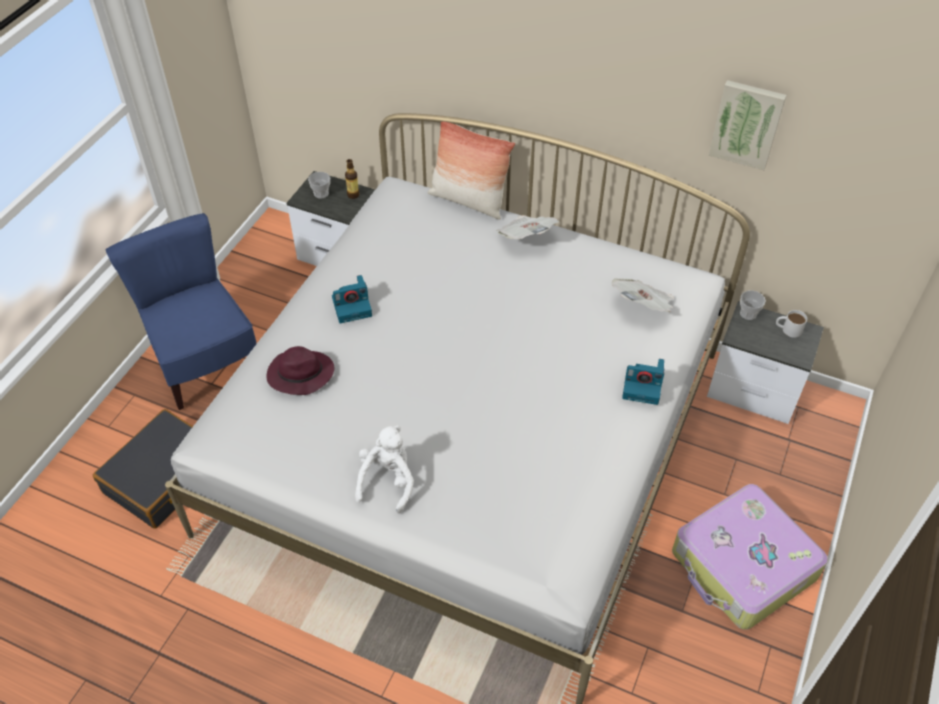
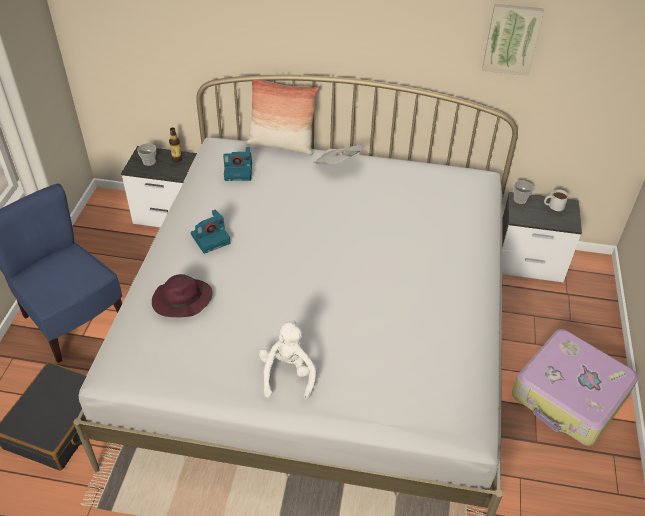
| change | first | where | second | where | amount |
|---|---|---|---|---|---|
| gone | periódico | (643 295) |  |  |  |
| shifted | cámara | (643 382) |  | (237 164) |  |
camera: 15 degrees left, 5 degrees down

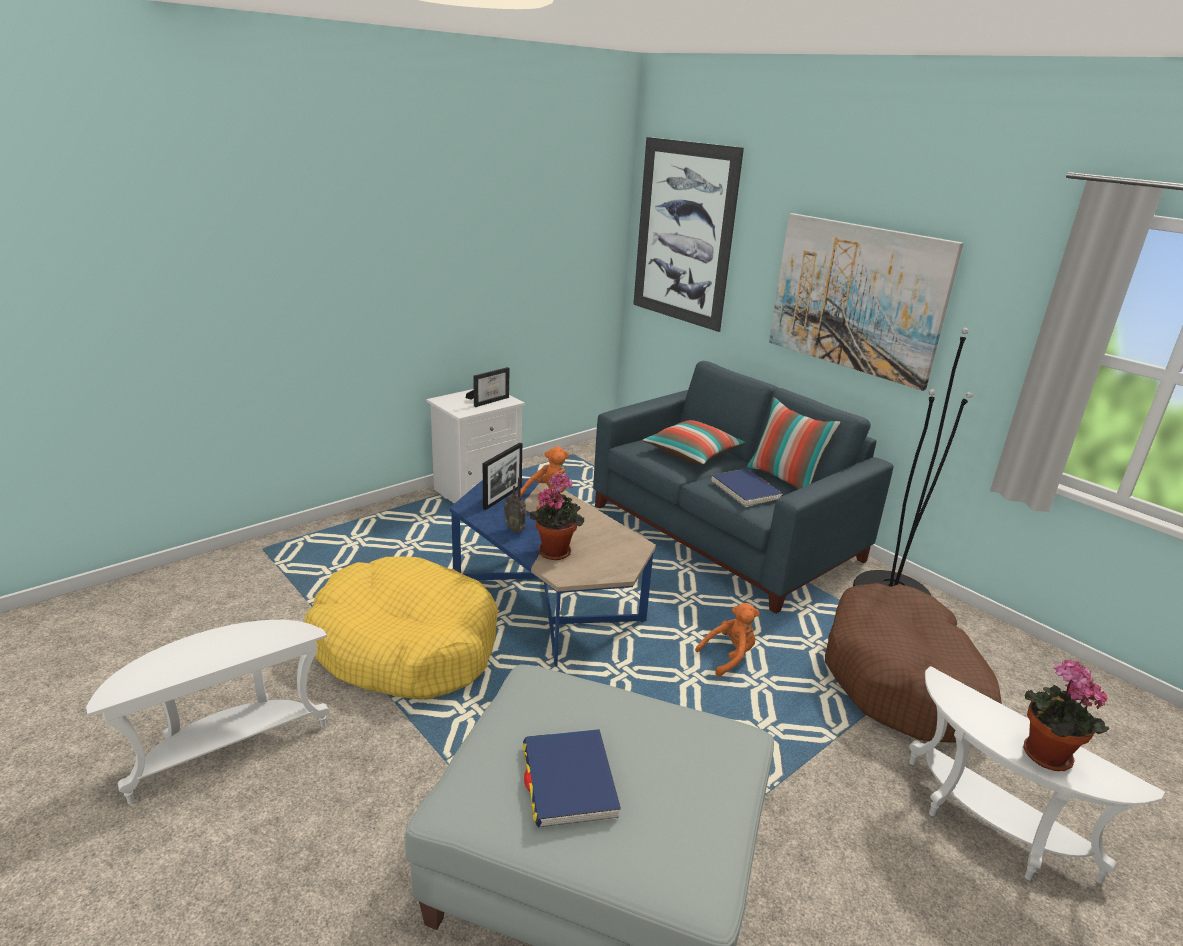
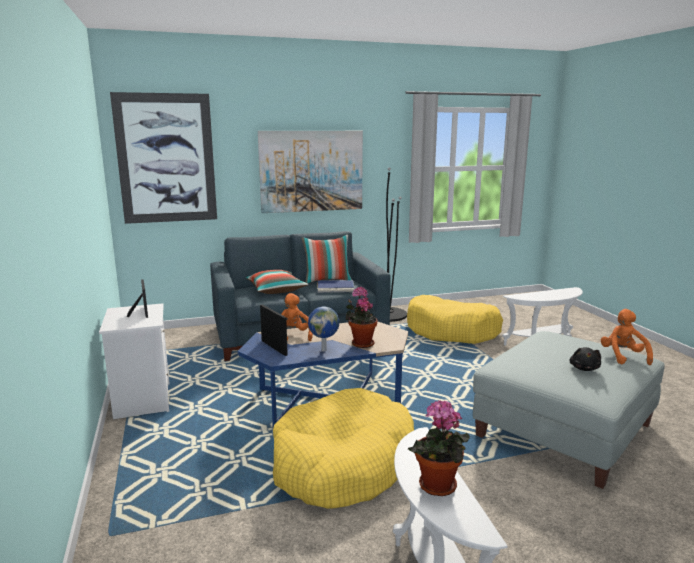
| change | first | where | second | where | amount |
|---|---|---|---|---|---|
| swapped | radio | (515 505) | globo terráqueo | (323 329) |  |
| swapped | libro (azul) | (572 778) | peluche (negro) | (585 359) |  |
| shifted | peluche (naranja) | (727 639) |  | (627 337) |  |
| repainted | cama para perro (marrón) | (913 663) | cama para perro (amarillo) | (455 319) |  |
| shifted | planta en maceta | (1066 715) |  | (439 448) |  |
camera: 65 degrees left, 10 degrees down

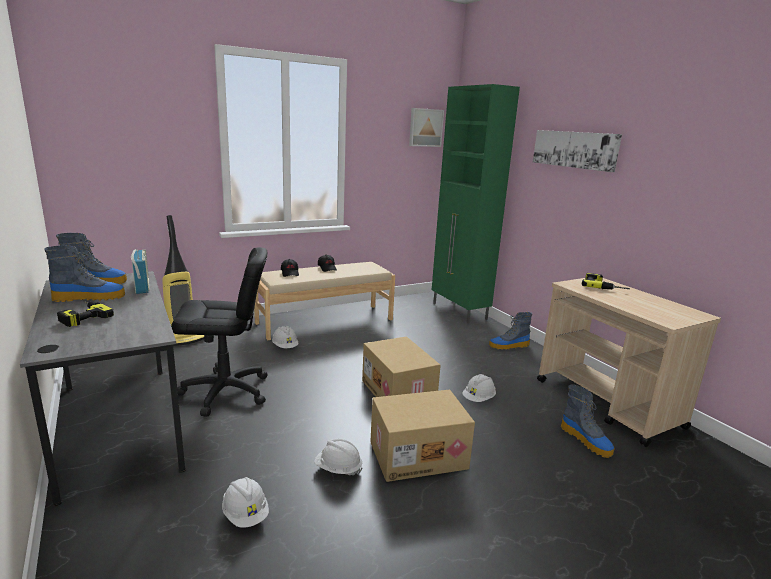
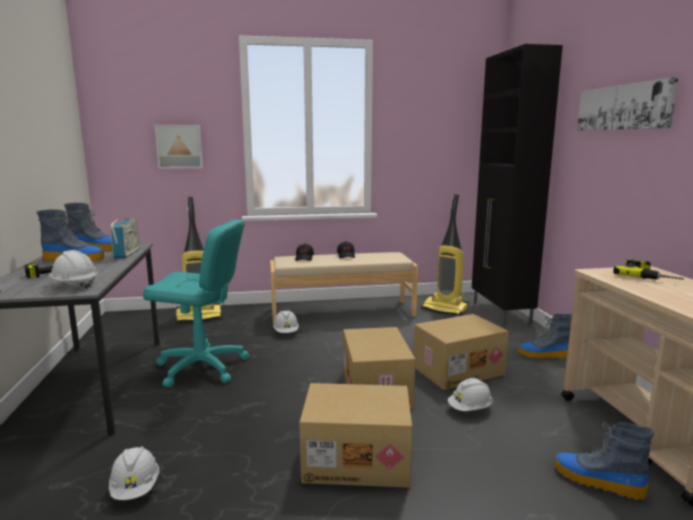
| change | first | where | second | where | amount |
|---|---|---|---|---|---|
| repainted | silla de oficina (negro) | (219 332) | silla de oficina (turquesa) | (196 303) |  |
| shifted | casco (blanco) | (338 457) |  | (73 269) |  |
| shifted | cuadro | (426 127) |  | (179 147) |  |
| repainted | armario (verde) | (476 203) | armario (negro) | (517 185) |  |
| rotated | bota | (588 421) |  | (604 461) | 135 degrees clockwise |
| new |  |  | caja de cartón | (461 352) |  |
| new |  |  | aspiradora | (445 255) |  |
camera: 20 degrees right, 5 degrees down

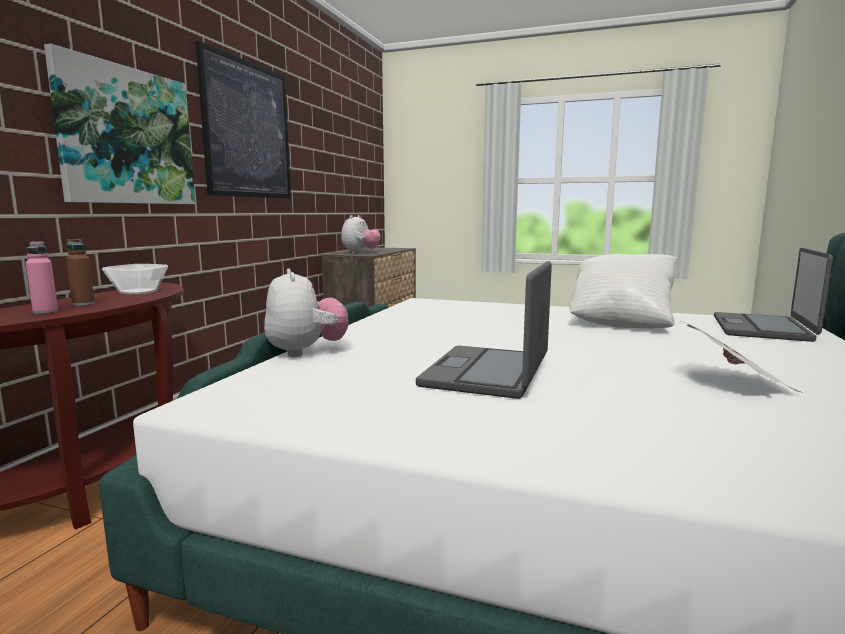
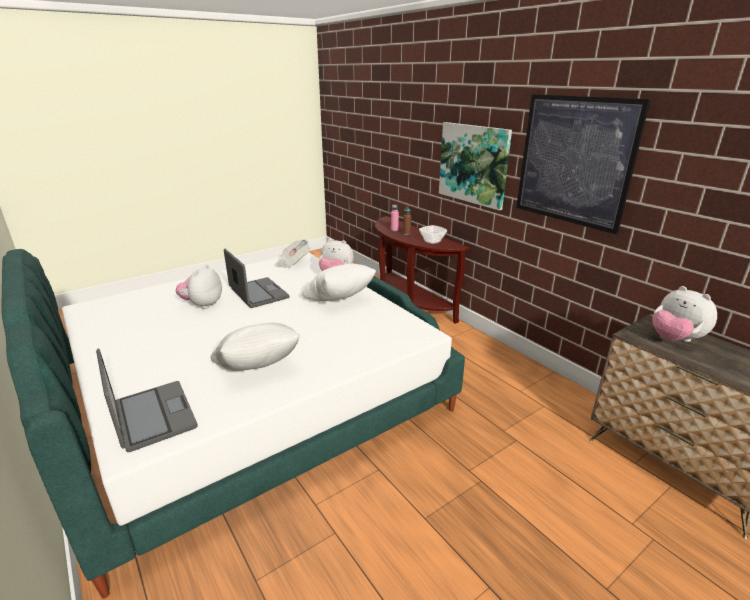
| change | first | where | second | where | amount |
|---|---|---|---|---|---|
| shifted | periódico | (743 357) |  | (292 254) |  |
| new |  |  | peluche | (199 287) |  |
| new |  |  | cojín (blanco) | (339 282) |  |
camera: 125 degrees right, 15 degrees up

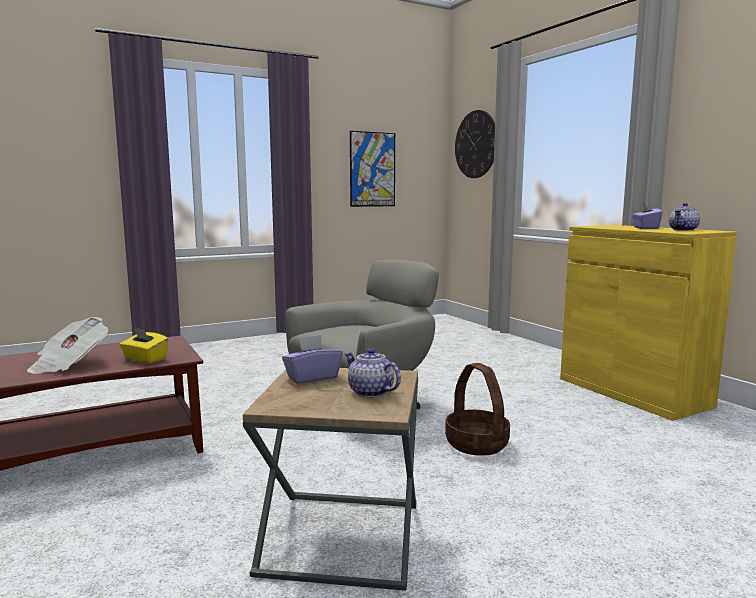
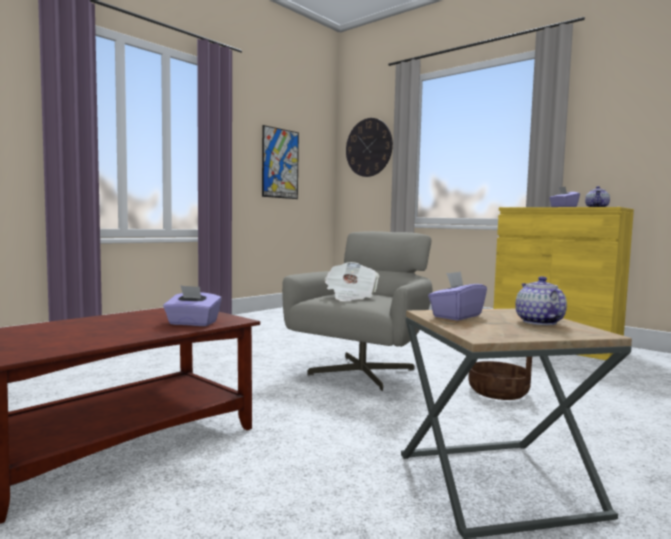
| change | first | where | second | where | amount |
|---|---|---|---|---|---|
| shifted | periódico | (67 345) |  | (351 281) |  |
| repainted | caja de pañuelos (amarillo) | (144 345) | caja de pañuelos (morado) | (192 305) |  |
| rotated | tetera | (372 373) |  | (541 300) | 60 degrees clockwise |
camera: 20 degrees left, 5 degrees down

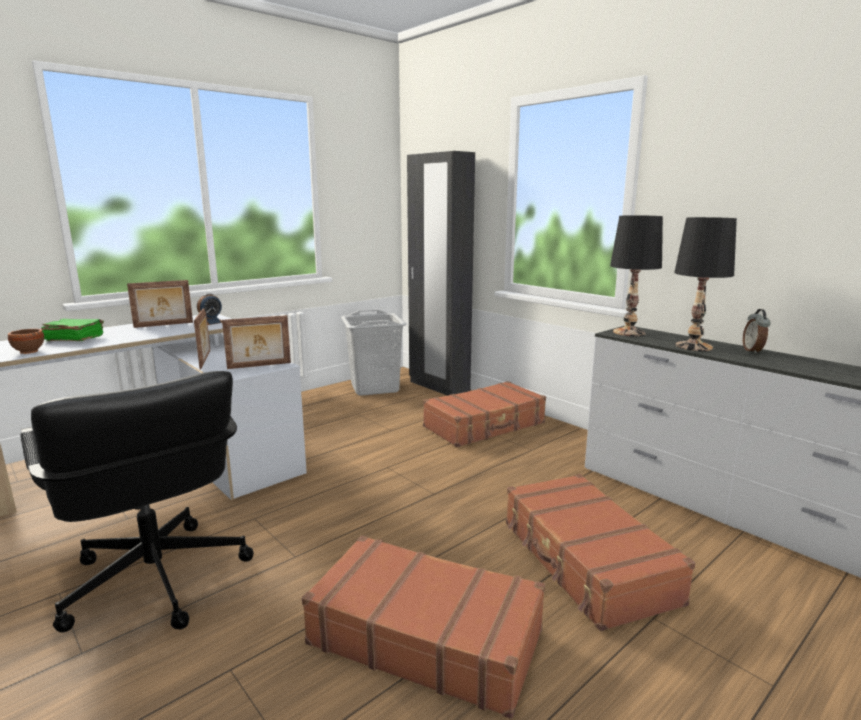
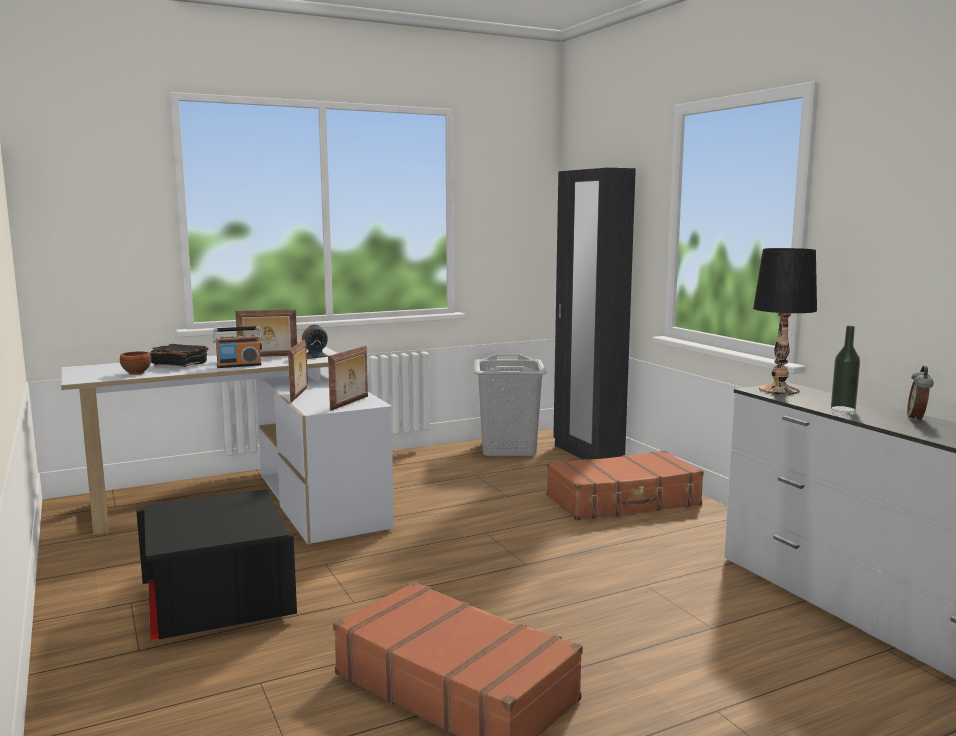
| change | first | where | second | where | amount |
|---|---|---|---|---|---|
| swapped | silla de oficina (negro) | (137 501) | caja de almacenaje (negro) | (216 565) |  |
| repainted | libro (verde) | (72 329) | libro (negro) | (179 355) |  |
| rotated | portarretratos | (256 342) |  | (348 378) | 60 degrees counterclockwise |
| gone | maleta (marrón) | (600 552) |  |  |  |
| swapped | lámpara de mesa (negro) | (705 284) | botella | (845 369) |  |
| new |  |  | radio | (237 347) |  |
camera: 15 degrees right, 5 degrees down

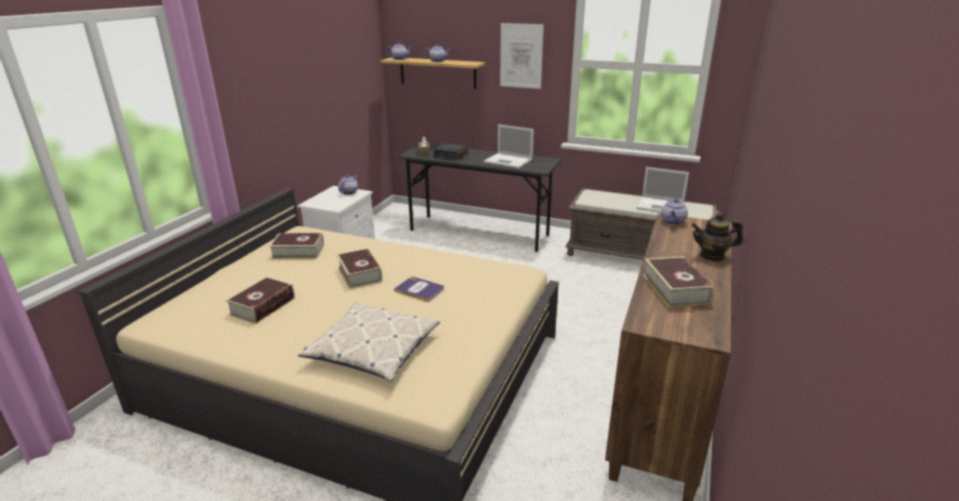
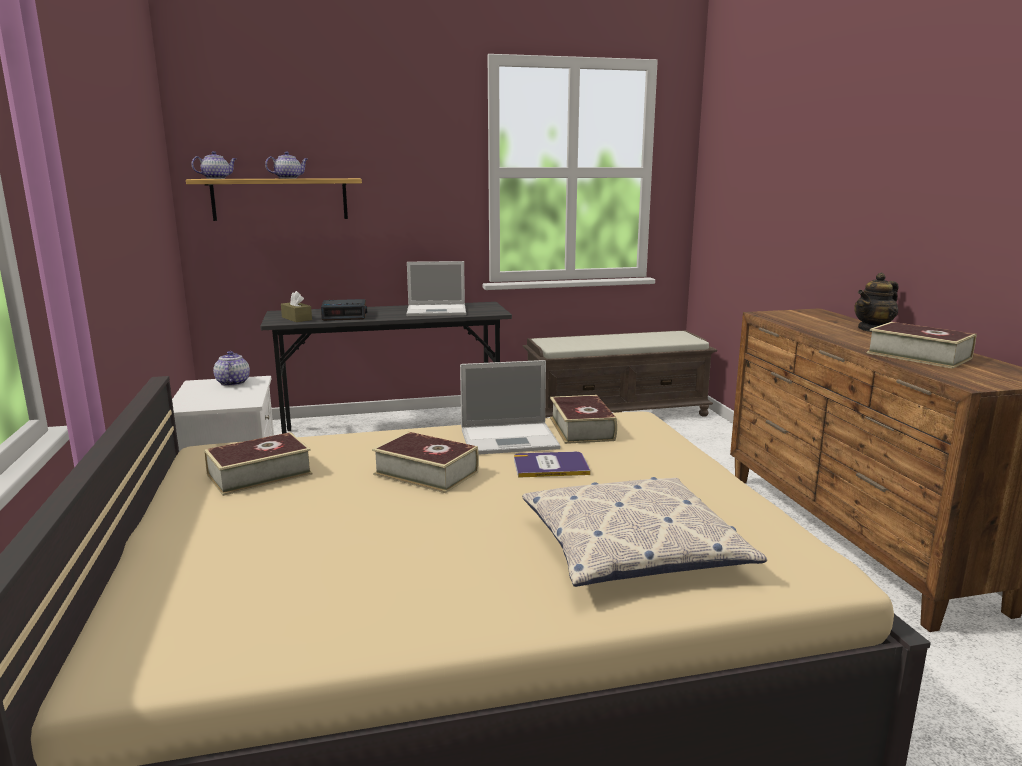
| change | first | where | second | where | amount |
|---|---|---|---|---|---|
| shifted | libro | (260 300) |  | (583 419) |  |
| gone | cuadro | (522 56) |  |  |  |
| shifted | portátil | (662 189) |  | (510 407) |  |
| gone | tetera | (674 211) |  |  |  |
camera: 35 degrees left, 10 degrees down

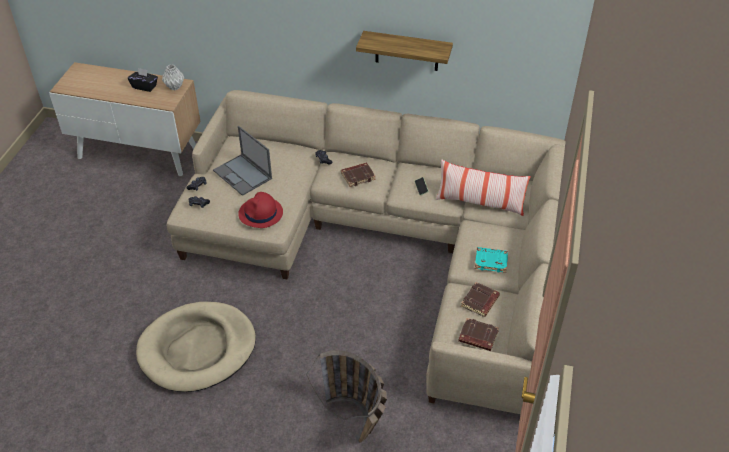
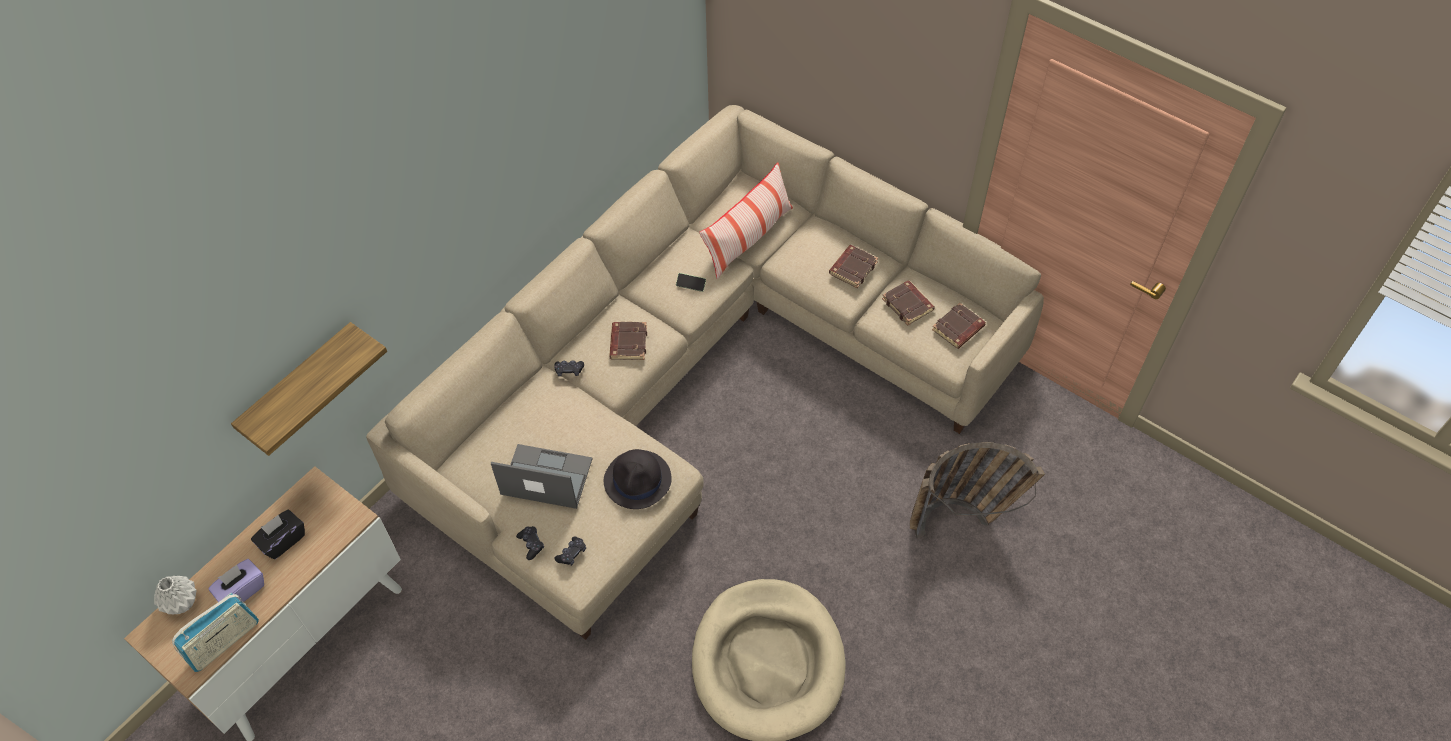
| change | first | where | second | where | amount |
|---|---|---|---|---|---|
| shifted | florero (gris) | (173 77) |  | (175 595) |  |
| rotated | portátil | (242 161) |  | (542 476) | 150 degrees counterclockwise |
| repainted | sombrero (rojo) | (260 210) | sombrero (negro) | (638 479) |  |
| shifted | estante | (404 51) |  | (309 389) |  |
| repainted | libro (turquesa) | (491 260) | libro (marrón) | (853 266) |  |
| new |  |  | radio | (215 632) |  |
| new |  |  | caja de pañuelos (morado) | (236 580) |  |
camera: 65 degrees left, 10 degrees up

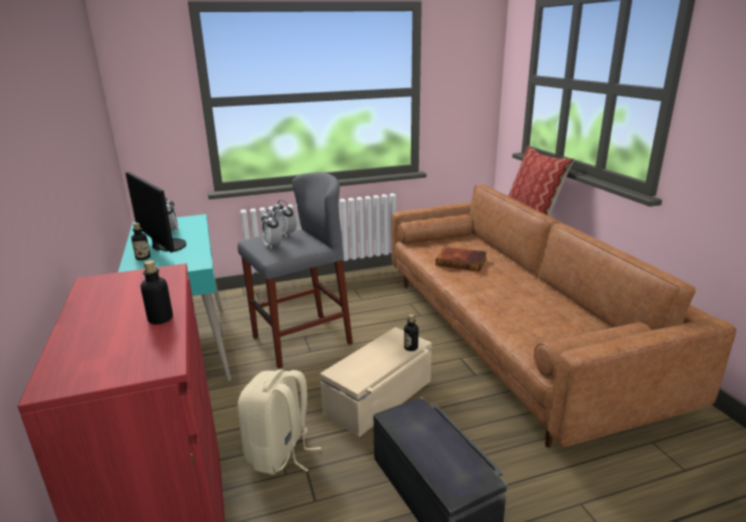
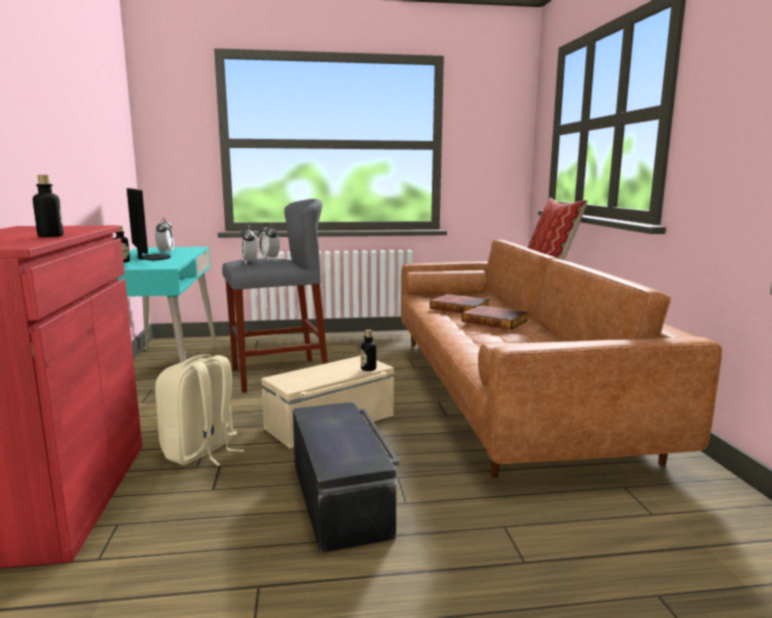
| change | first | where | second | where | amount |
|---|---|---|---|---|---|
| new |  |  | libro | (495 317) |  |
camera: 10 degrees right, 10 degrees down

